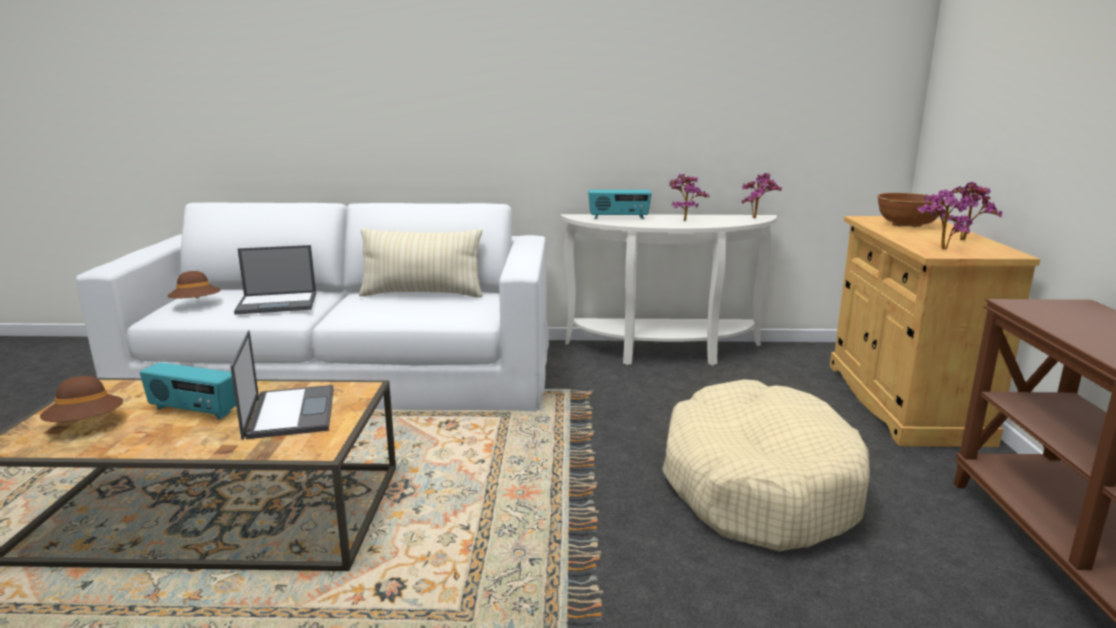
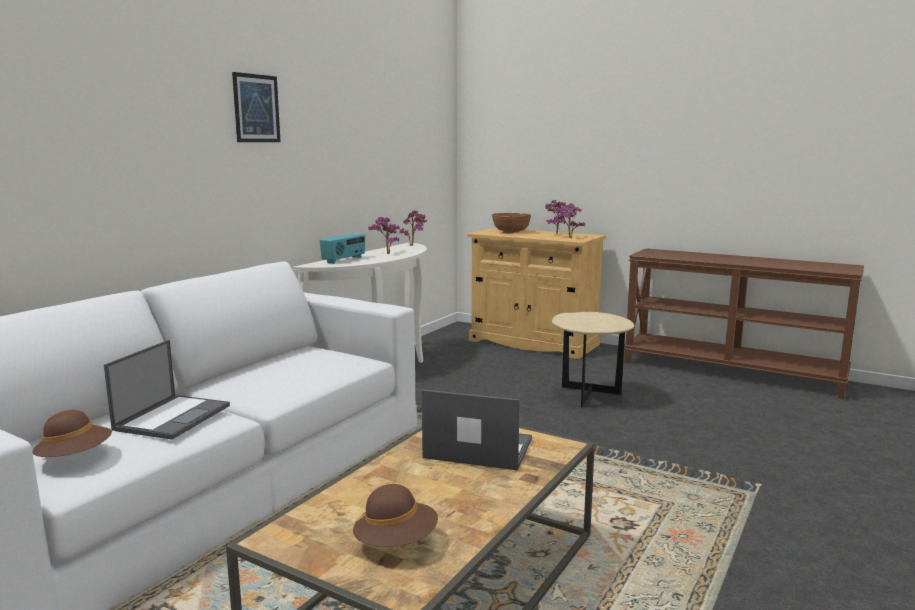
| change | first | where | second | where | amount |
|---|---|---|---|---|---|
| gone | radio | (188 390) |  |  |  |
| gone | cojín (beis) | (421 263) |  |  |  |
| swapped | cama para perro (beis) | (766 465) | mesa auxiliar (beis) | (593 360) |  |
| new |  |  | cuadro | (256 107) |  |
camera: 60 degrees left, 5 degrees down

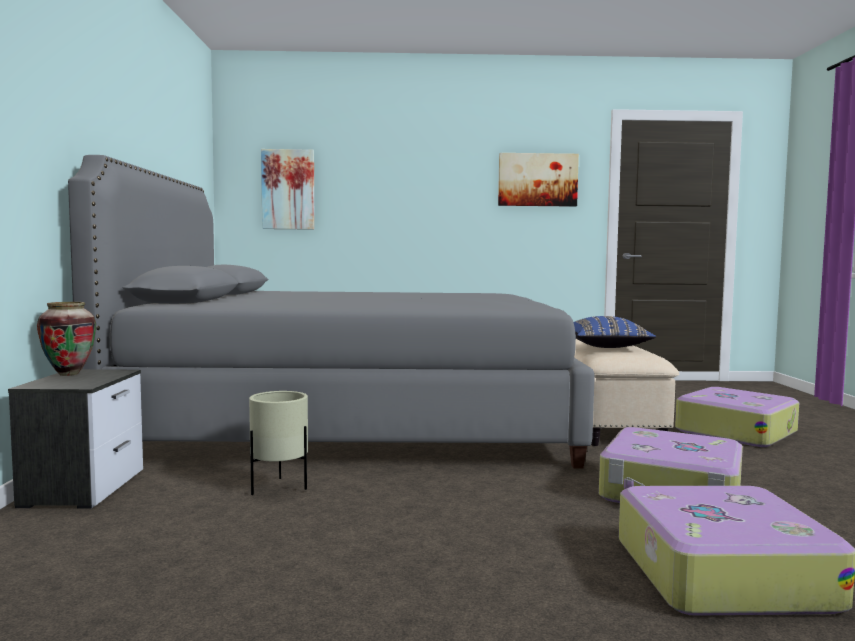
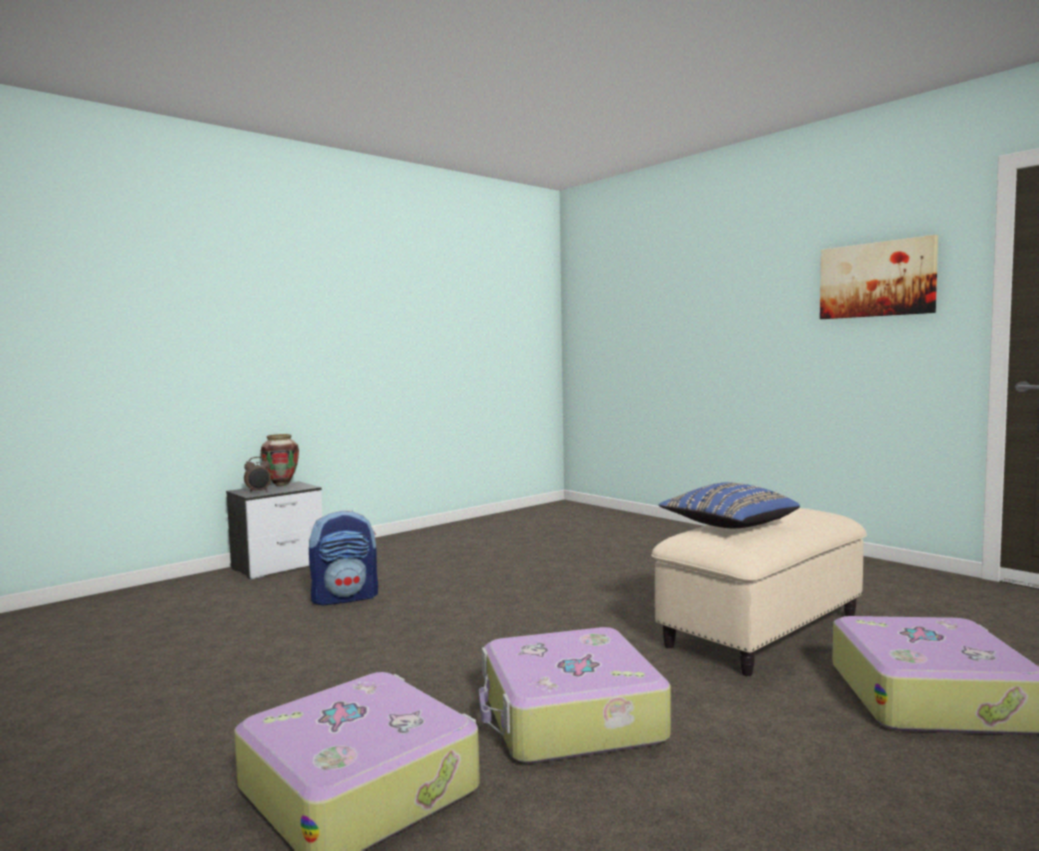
| change | first | where | second | where | amount |
|---|---|---|---|---|---|
| gone | cama (gris) | (331 311) |  |  |  |
| swapped | maceta (beis) | (278 443) | mochila | (343 557) |  |
| gone | cuadro | (288 189) |  |  |  |
| new |  |  | despertador | (257 475) |  |
camera: 50 degrees right, 0 degrees up

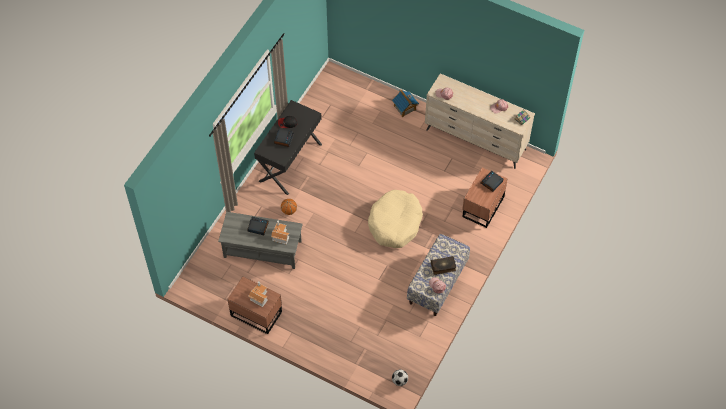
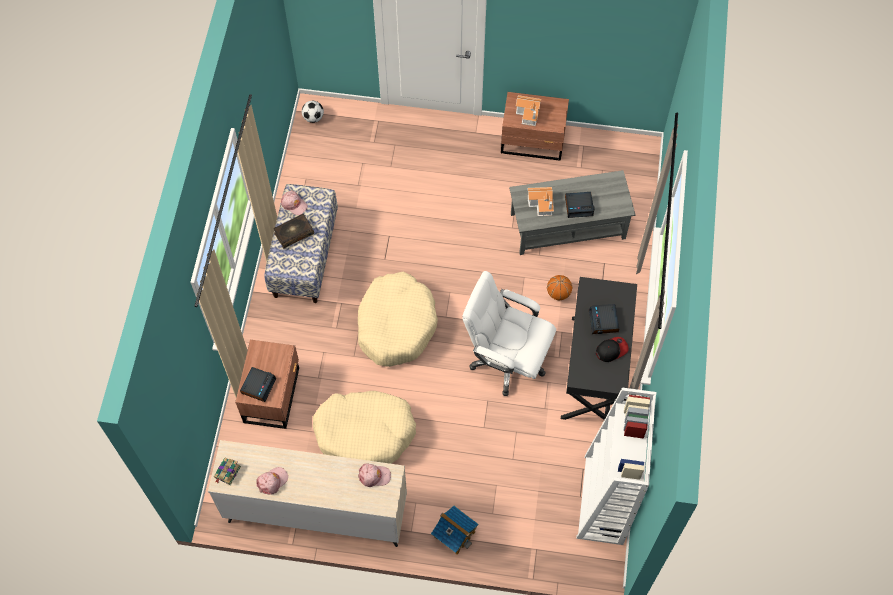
| change | first | where | second | where | amount |
|---|---|---|---|---|---|
| new |  |  | cama para perro (beis) | (364 427) |  |
| new |  |  | silla de oficina (blanco) | (509 333) |  |
| new |  |  | estantería (blanco) | (616 466) |  |
camera: 160 degrees right, 5 degrees up

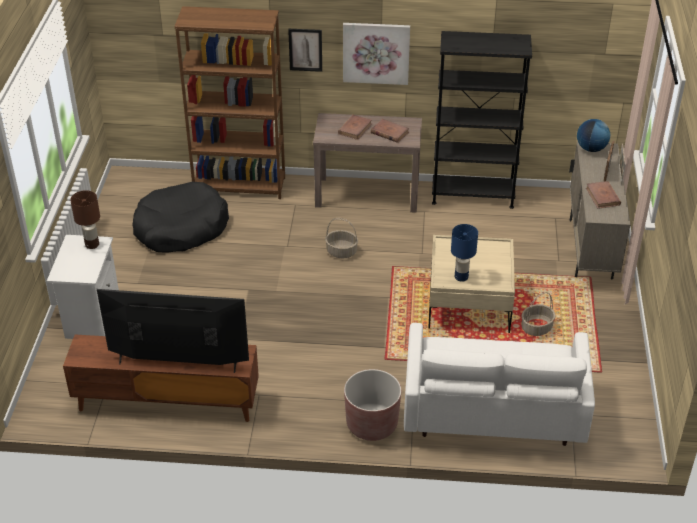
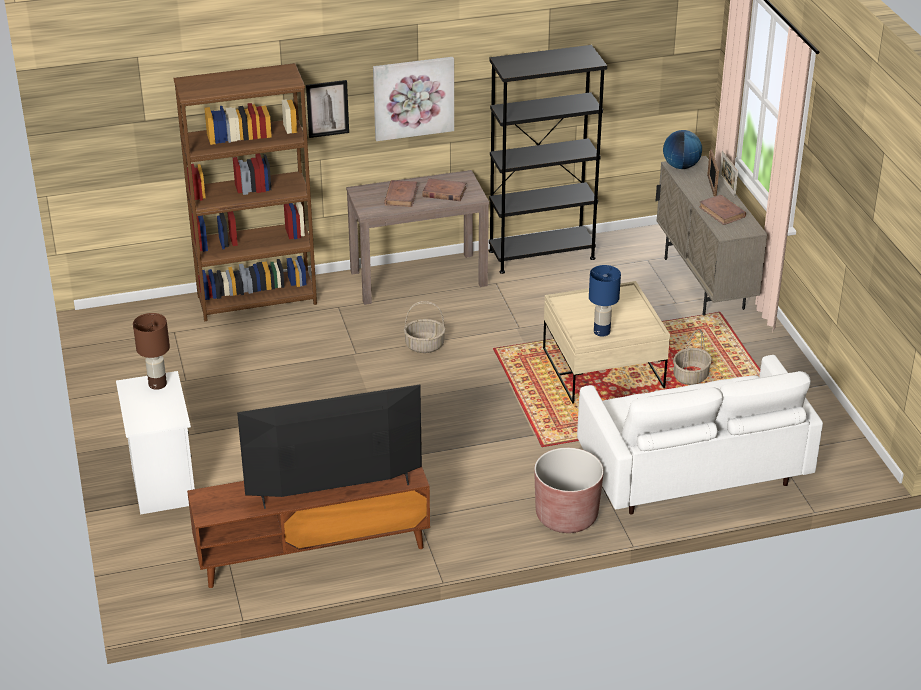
| change | first | where | second | where | amount |
|---|---|---|---|---|---|
| gone | cama para perro (negro) | (180 217) |  |  |  |
camera: 20 degrees left, 5 degrees down

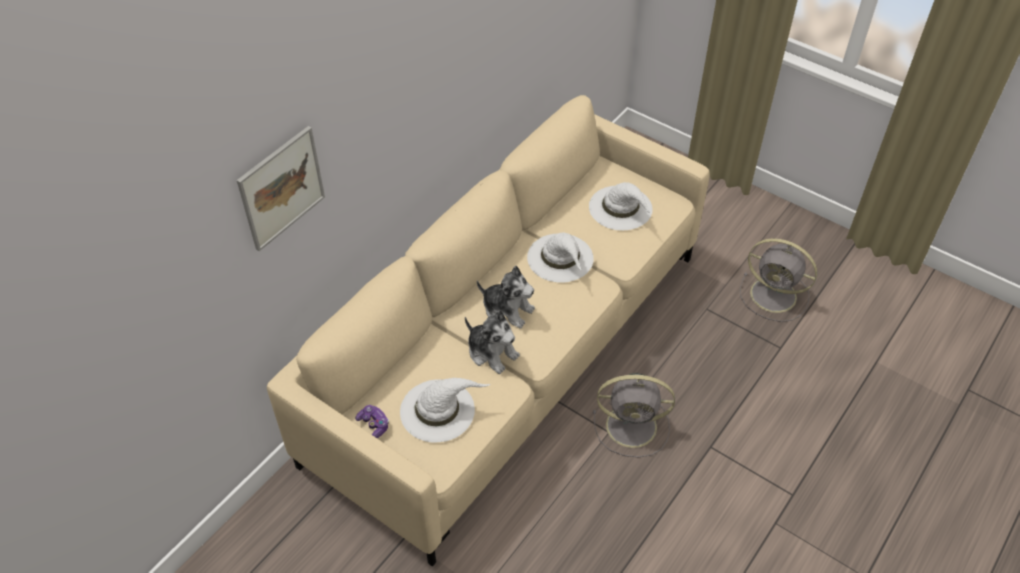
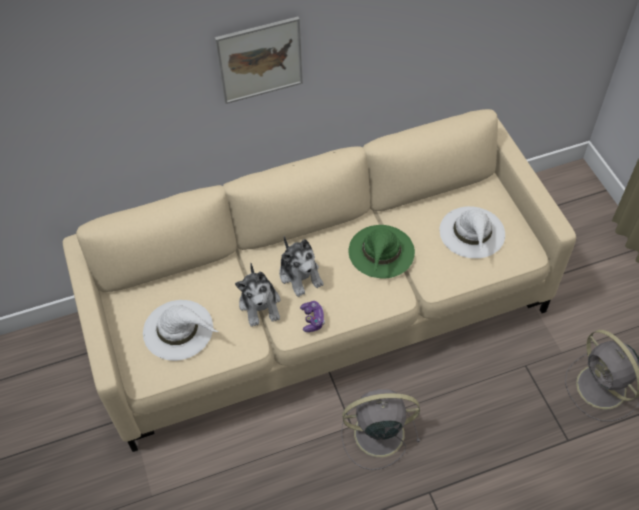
| change | first | where | second | where | amount |
|---|---|---|---|---|---|
| shifted | cuadro | (281 188) |  | (259 60) |  |
| shifted | mando de consola | (372 421) |  | (312 316) |  |
| repainted | sombrero (blanco) | (560 258) | sombrero (verde) | (381 251) |  |
| rotated | ventilador (gris) | (634 415) |  | (380 429) | 135 degrees clockwise |
camera: 35 degrees right, 5 degrees up

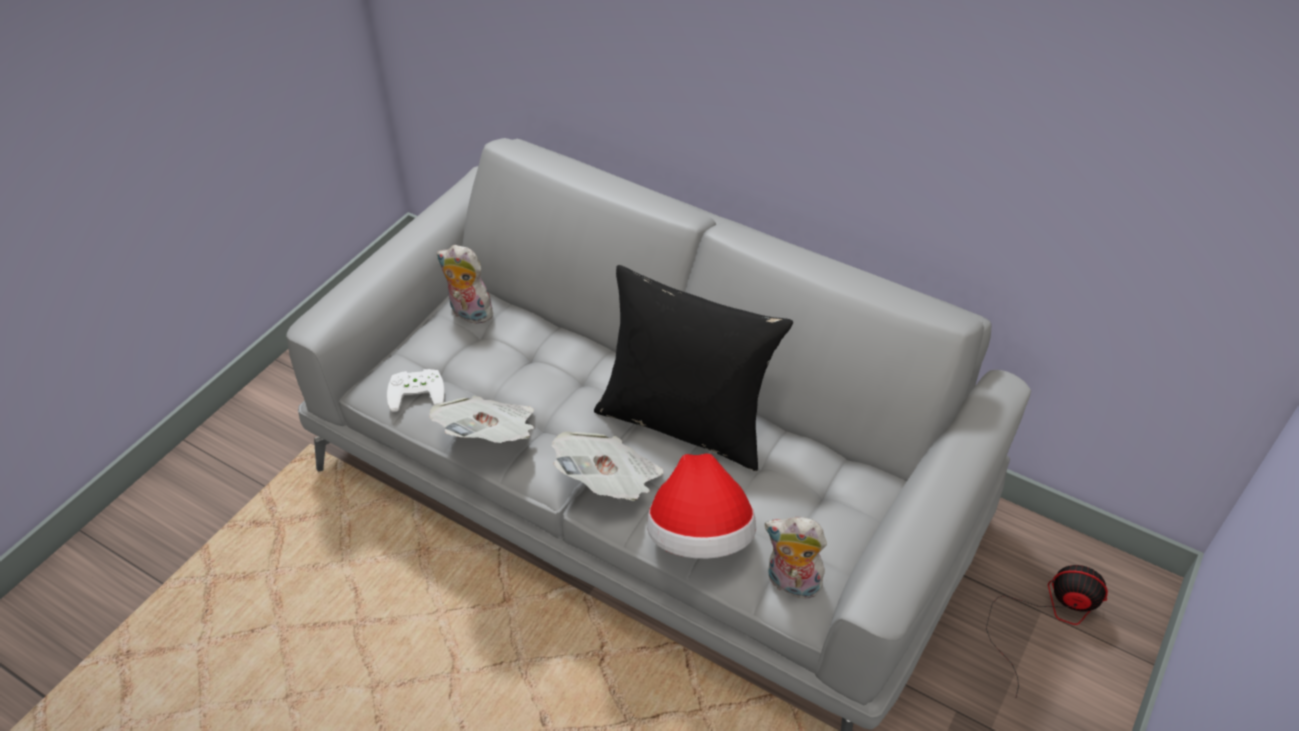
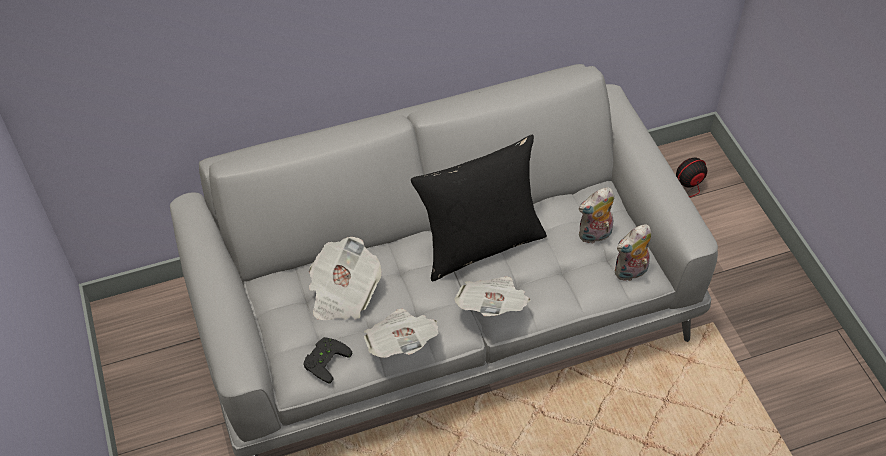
| change | first | where | second | where | amount |
|---|---|---|---|---|---|
| repainted | mando de consola (blanco) | (416 390) | mando de consola (negro) | (328 360) |  |
| shifted | peluche | (465 284) |  | (597 215) |  |
| gone | sombrero | (701 506) |  |  |  |
| new |  |  | periódico | (345 278) |  |
camera: 50 degrees left, 5 degrees up

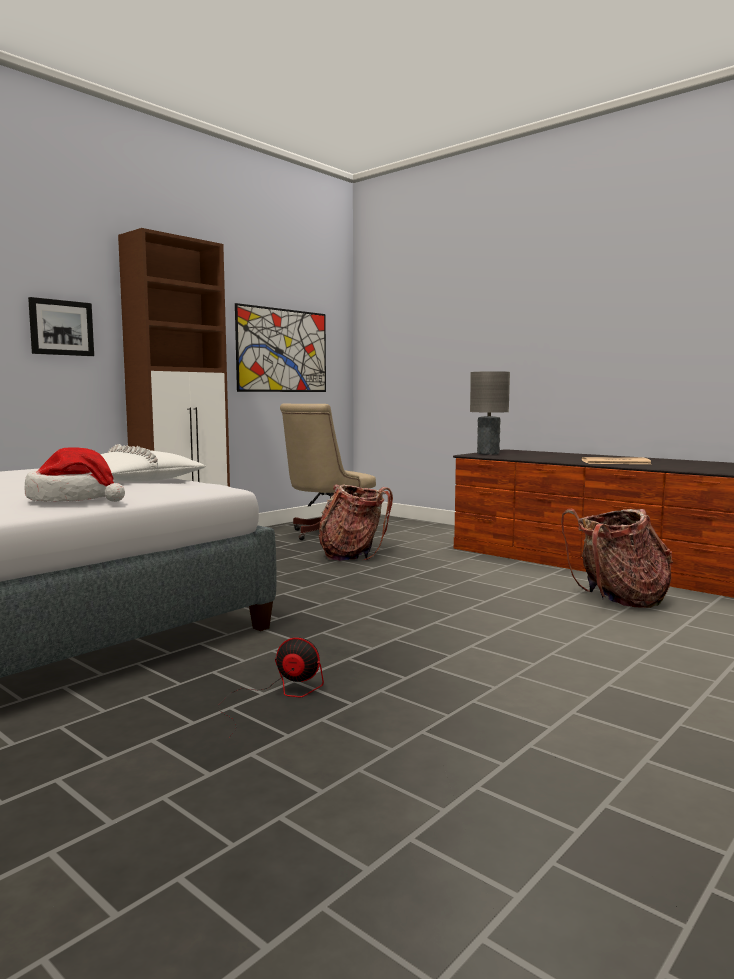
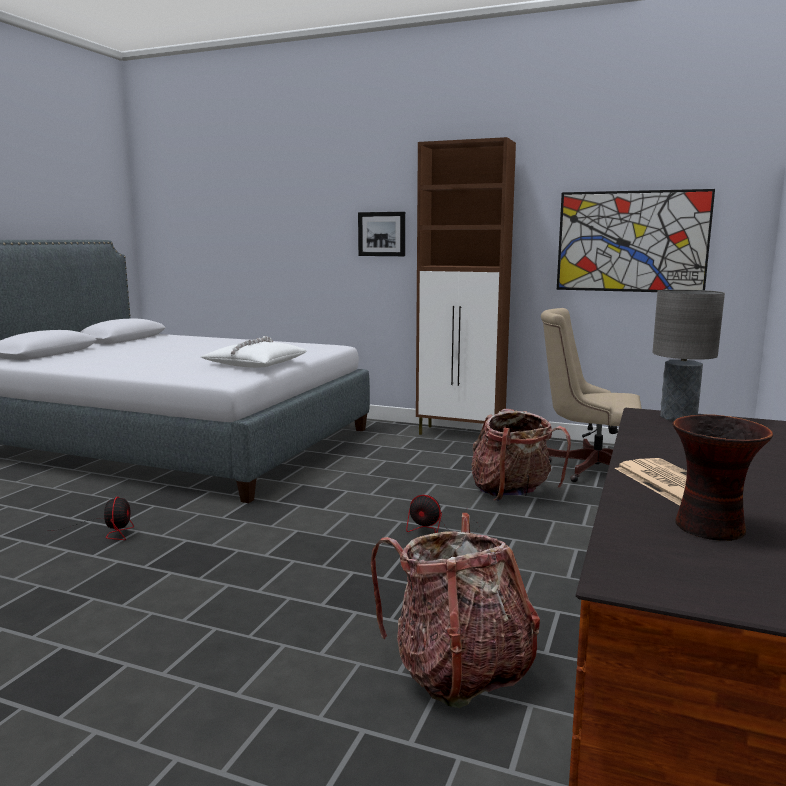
| change | first | where | second | where | amount |
|---|---|---|---|---|---|
| gone | sombrero | (75 474) |  |  |  |
| new |  |  | ventilador | (442 514) |  |
| new |  |  | florero | (722 477) |  |
camera: 70 degrees right, 5 degrees up

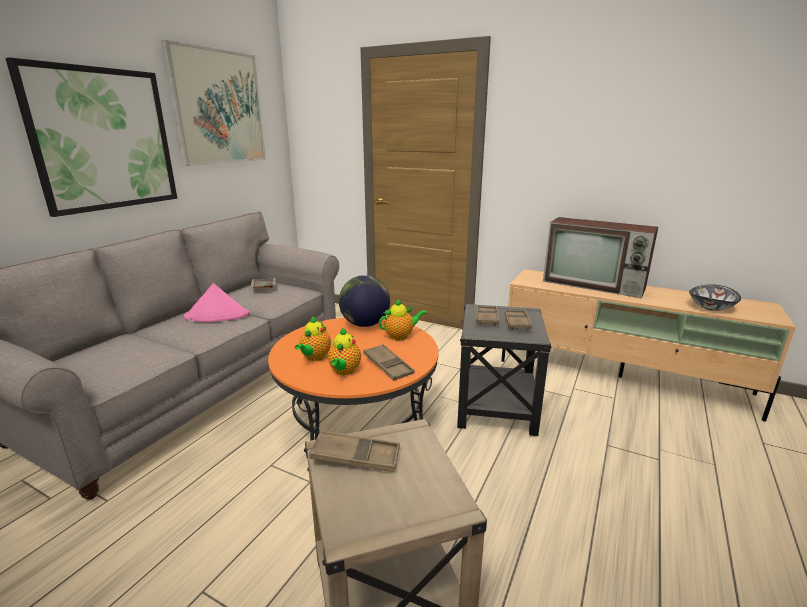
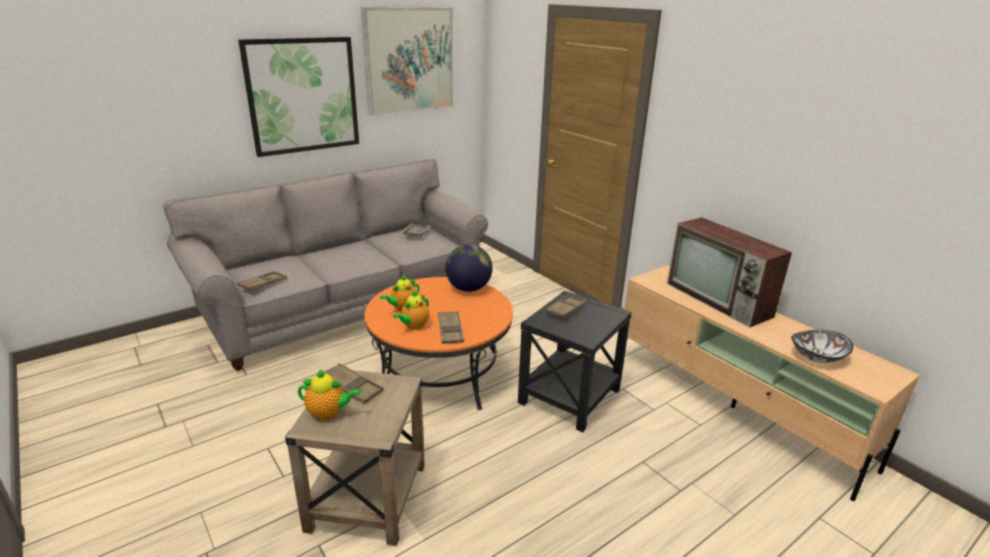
| change | first | where | second | where | amount |
|---|---|---|---|---|---|
| gone | sombrero (rosa) | (216 302) |  |  |  |
| shifted | tetera | (403 319) |  | (330 394) |  |
| shifted | bandeja (marrón) | (518 320) |  | (262 281) |  |
camera: 25 degrees right, 5 degrees up

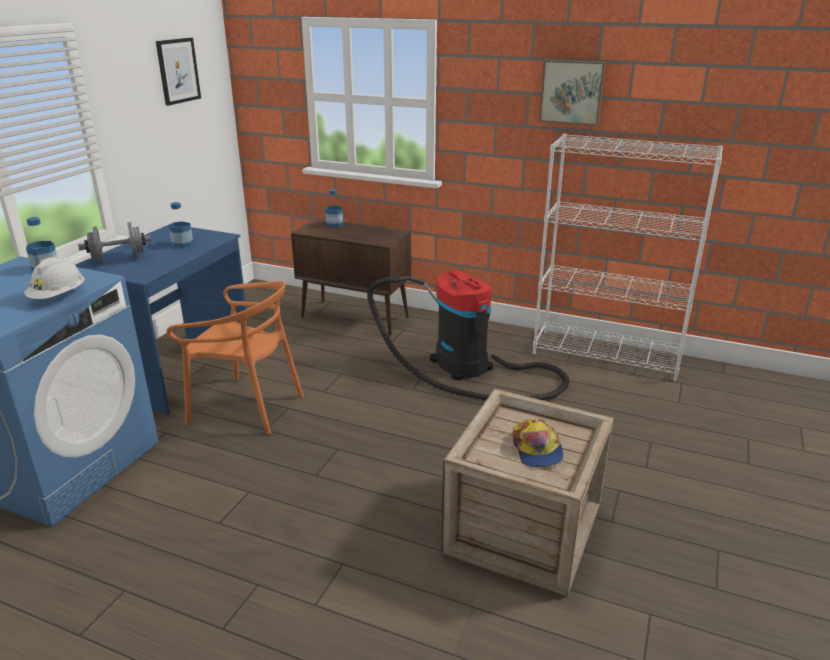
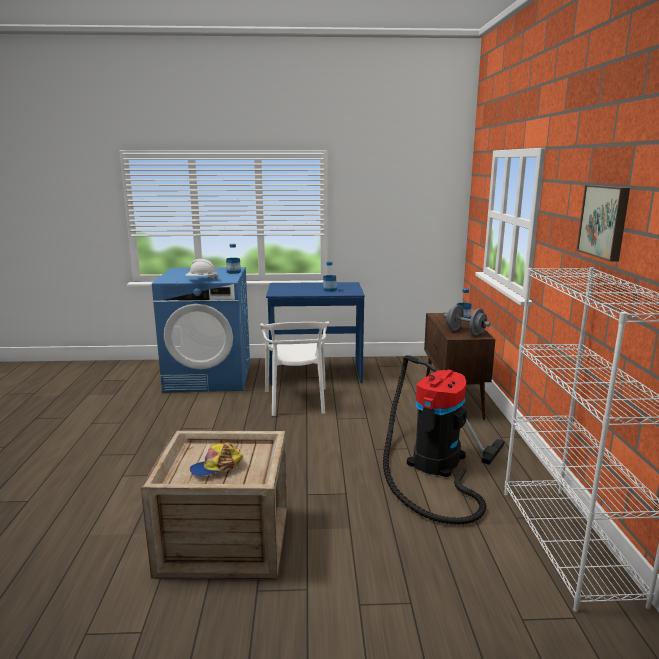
| change | first | where | second | where | amount |
|---|---|---|---|---|---|
| shifted | mancuerna (gris) | (115 242) |  | (467 320) |  |
| gone | cuadro | (178 72) |  |  |  |
| repainted | silla (naranja) | (235 357) | silla (blanco) | (294 369) |  |
camera: 65 degrees right, 10 degrees down

